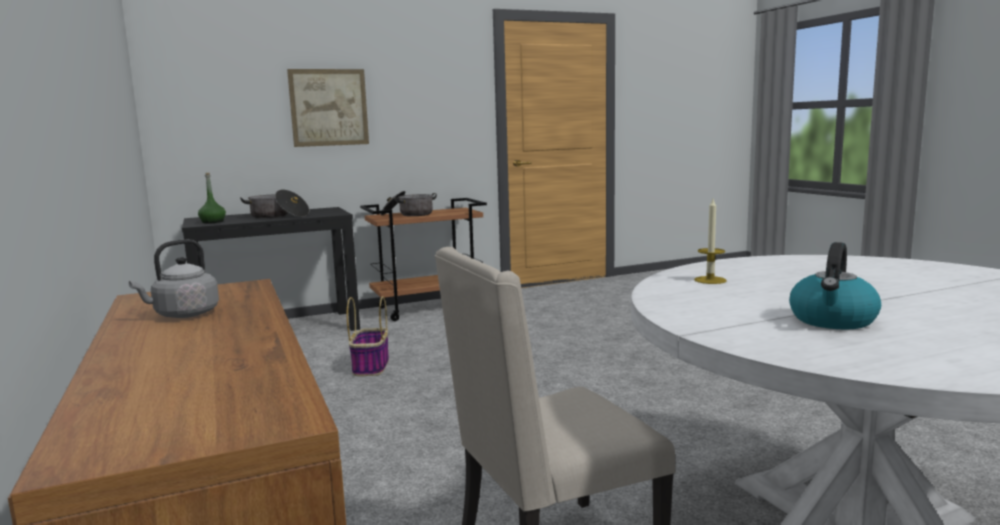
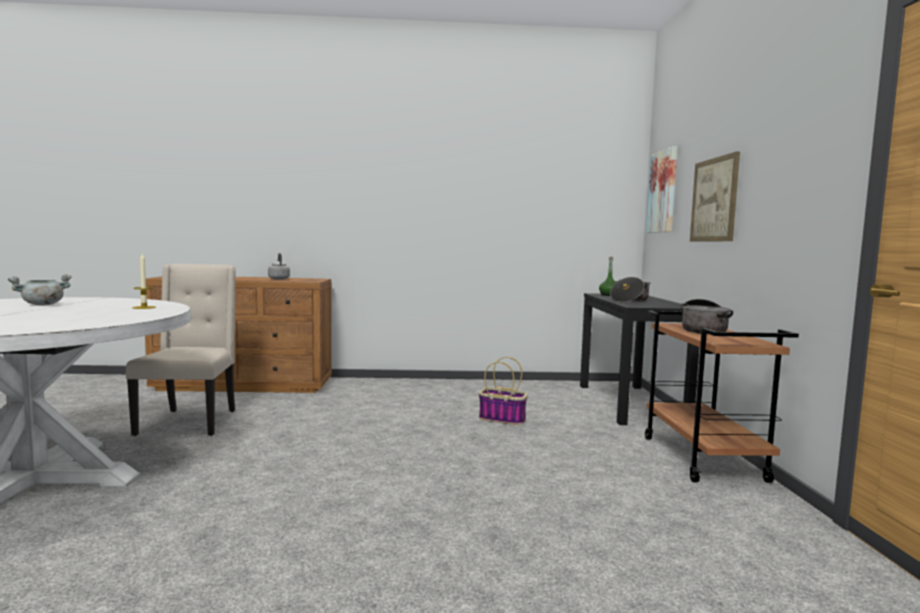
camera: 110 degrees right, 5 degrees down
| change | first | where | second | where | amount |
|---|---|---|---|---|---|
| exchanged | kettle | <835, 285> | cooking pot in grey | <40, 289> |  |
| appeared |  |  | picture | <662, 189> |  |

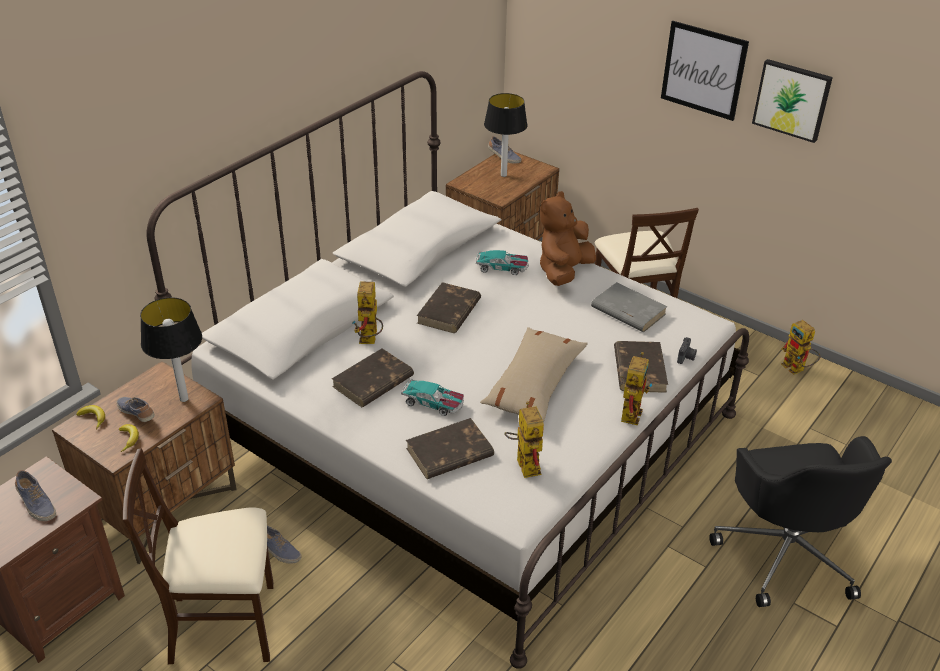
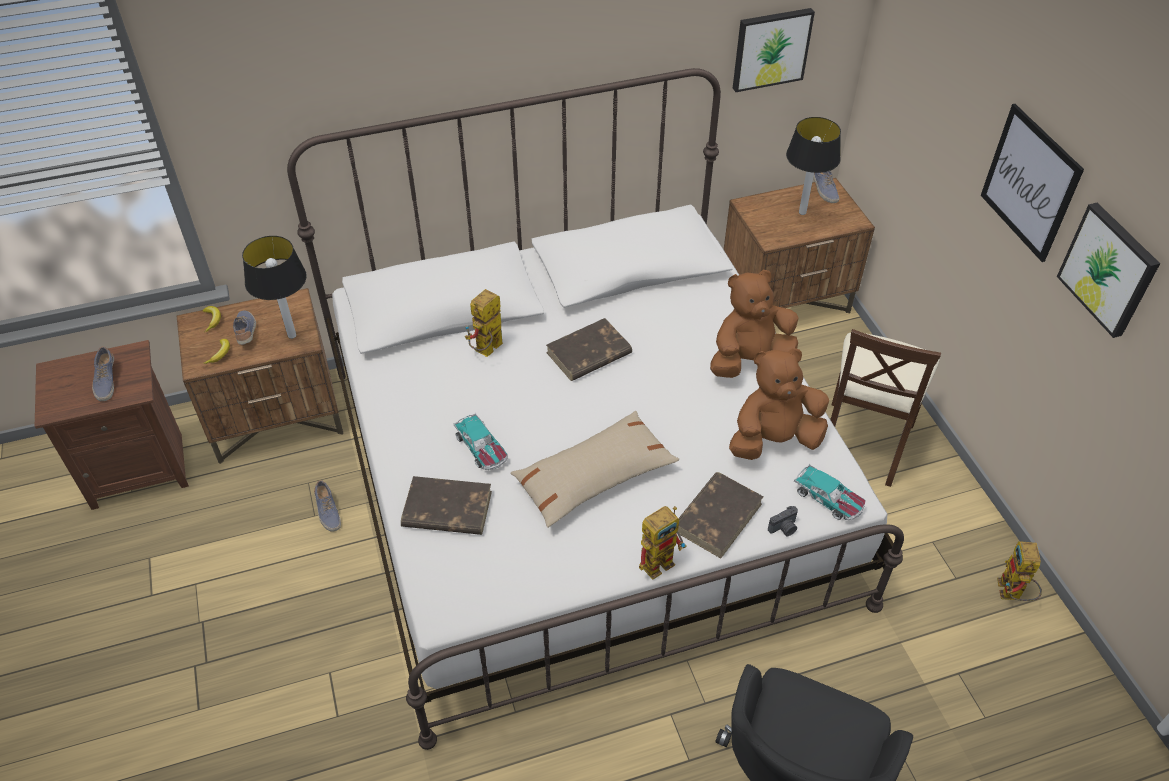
camera: 35 degrees right, 10 degrees up
| change | first | where | second | where | amount |
|---|---|---|---|---|---|
| missing | chair in beige | <198, 556> |  |  |  |
| missing | book in brown | <373, 377> |  |  |  |
| relocated | toy car | <502, 262> |  | <830, 492> |  |
| missing | toy robot | <524, 439> |  |  |  |
| exchanged | book in grey | <629, 307> | plush toy in brown | <779, 404> |  |
| appeared |  |  | picture | <774, 50> |  |

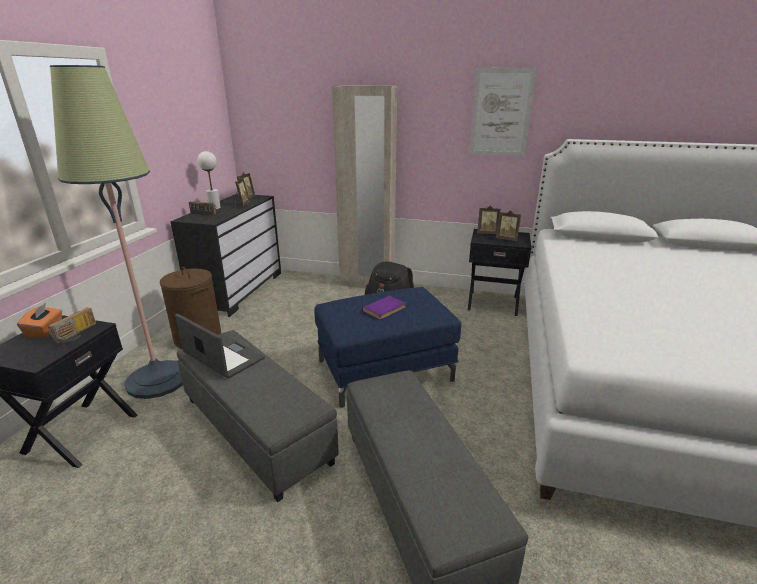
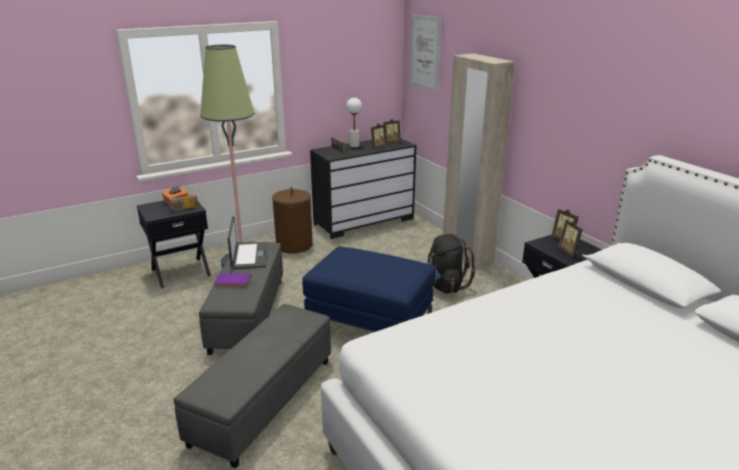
camera: 45 degrees right, 0 degrees up
| change | first | where | second | where | amount |
|---|---|---|---|---|---|
| relocated | book in purple | <384, 307> |  | <233, 280> |  |
| relocated | picture | <503, 112> |  | <425, 53> |  |

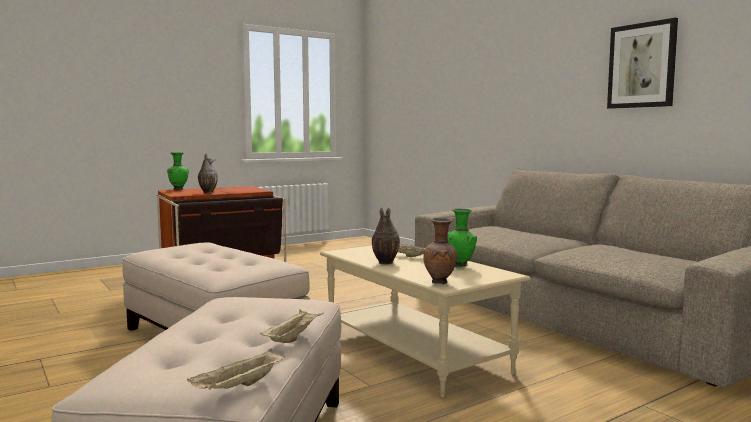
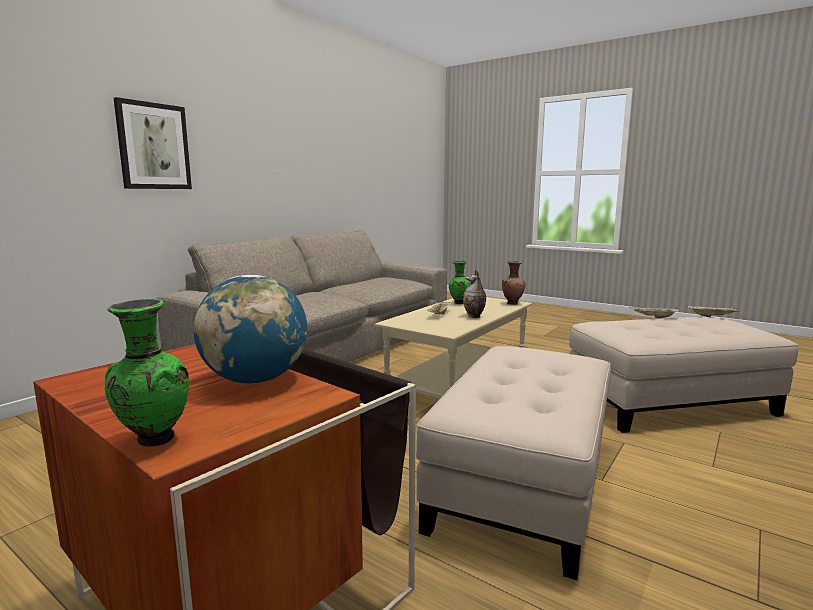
camera: 110 degrees left, 5 degrees up
| change | first | where | second | where | amount |
|---|---|---|---|---|---|
| exchanged | vase | <208, 173> | globe | <250, 329> |  |
| relocated | picture | <642, 63> |  | <153, 143> |  |

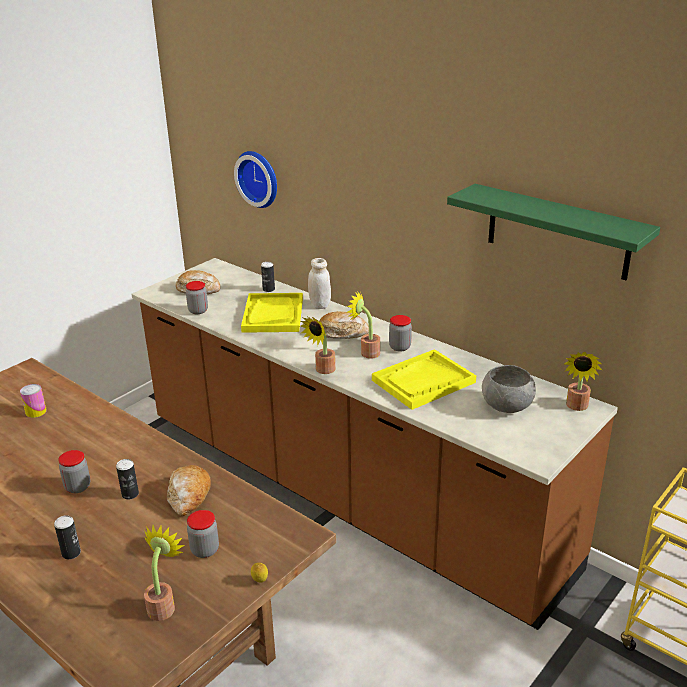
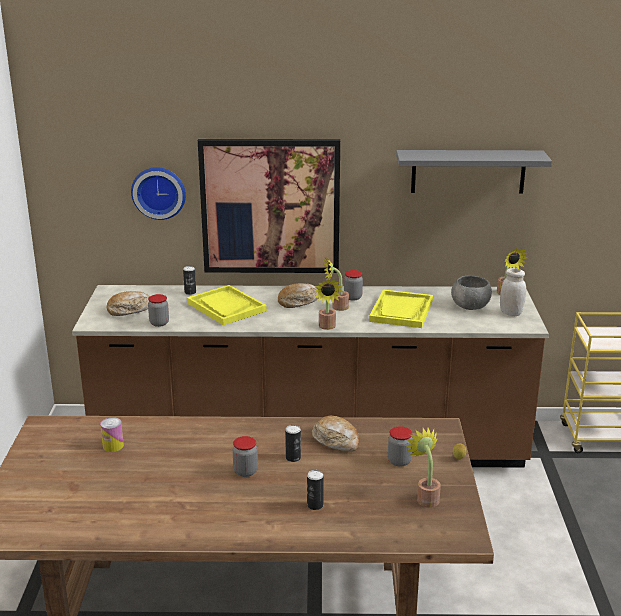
camera: 40 degrees left, 5 degrees down
| change | first | where | second | where | amount |
|---|---|---|---|---|---|
| relocated | jar in white | <319, 283> |  | <513, 292> |  |
| colour | shelf in green | <553, 232> | shelf in grey | <474, 172> |  |
| appeared |  |  | picture | <269, 206> |  |

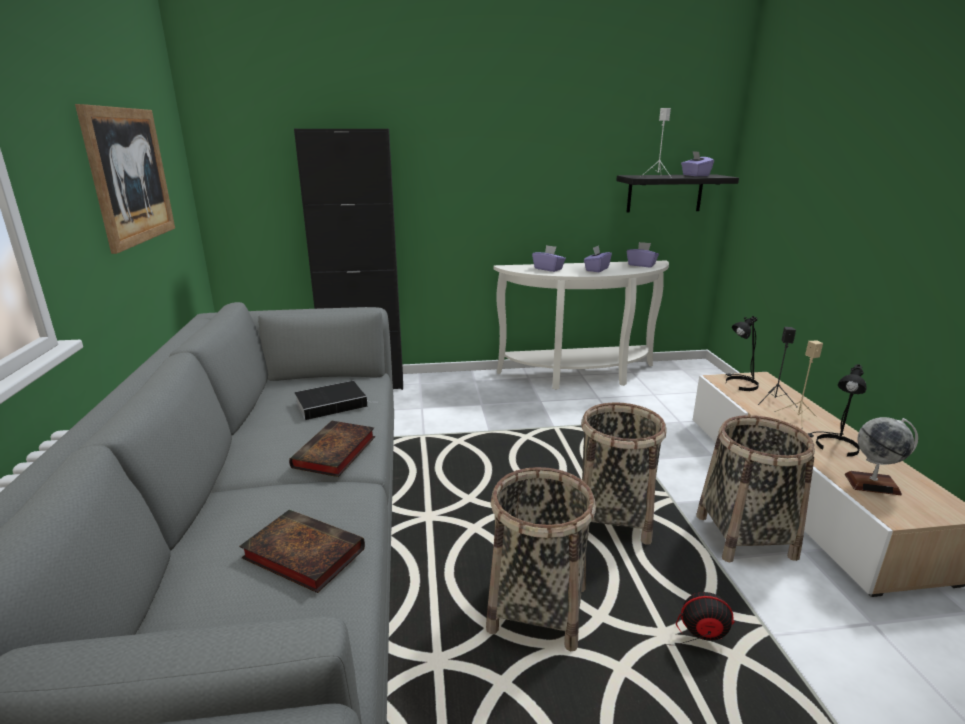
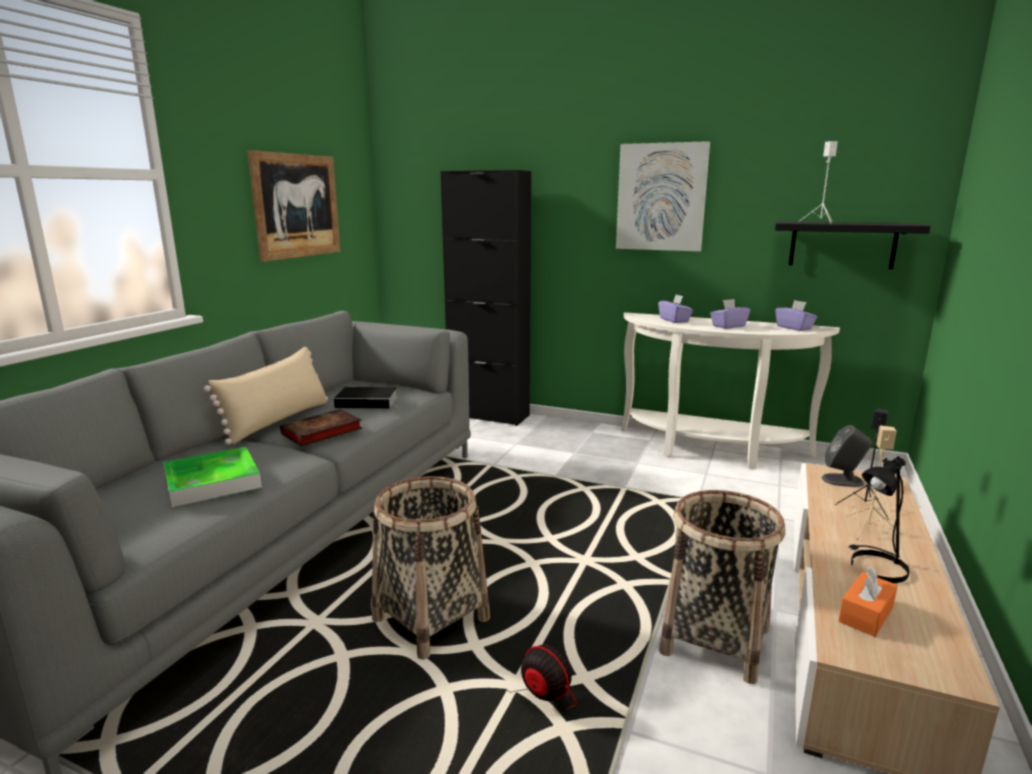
camera: 30 degrees right, 5 degrees down
| change | first | where | second | where | amount |
|---|---|---|---|---|---|
| exchanged | book | <302, 551> | tray | <212, 477> |  |
| missing | basket | <624, 473> |  |  |  |
| missing | tissue box in purple | <697, 163> |  |  |  |
| exchanged | table lamp in black | <742, 353> | speaker in grey | <847, 456> |  |
| exchanged | globe | <881, 456> | tissue box in orange | <868, 601> |  |
| appeared |  |  | pillow in beige | <266, 396> |  |
| appeared |  |  | picture | <663, 196> |  |

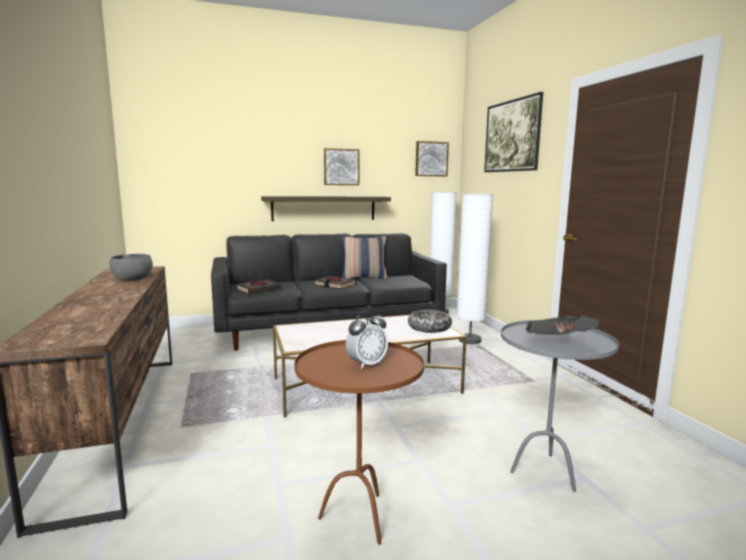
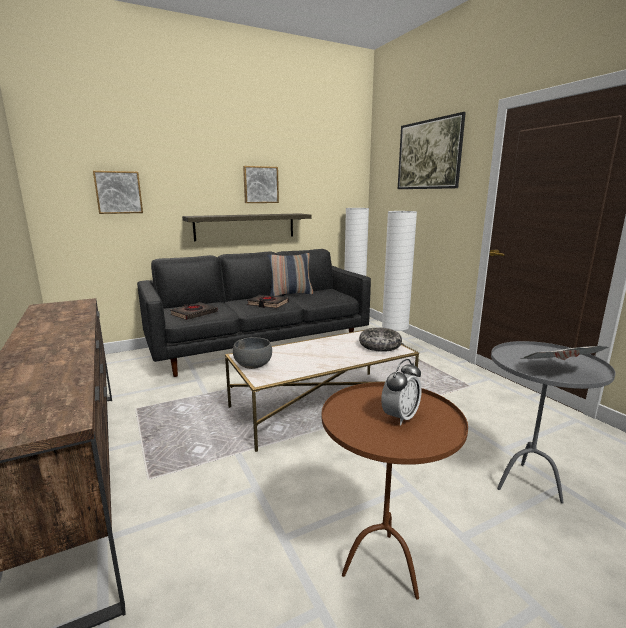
camera: 10 degrees left, 5 degrees up
| change | first | where | second | where | amount |
|---|---|---|---|---|---|
| relocated | bowl in grey | <131, 267> |  | <252, 353> |  |
| relocated | picture | <432, 158> |  | <118, 192> |  |

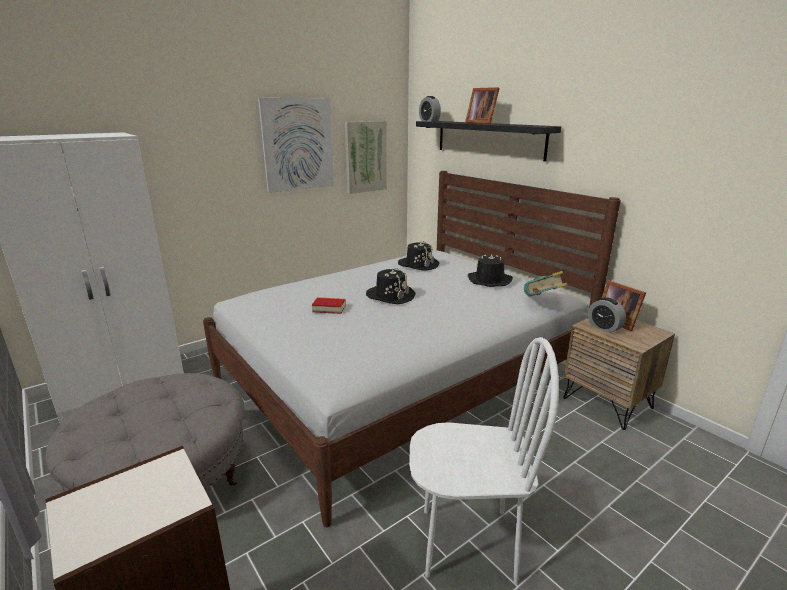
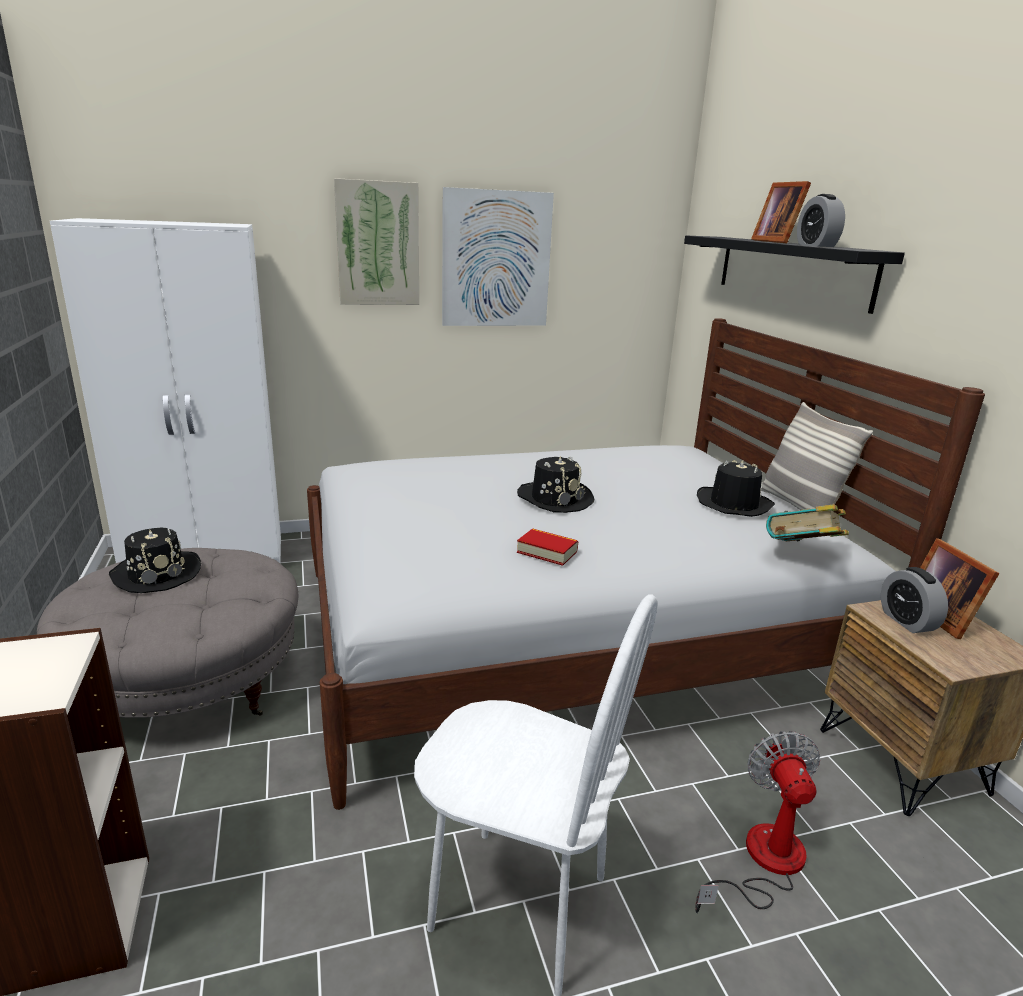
camera: 20 degrees right, 0 degrees up
| change | first | where | second | where | amount |
|---|---|---|---|---|---|
| relocated | book | <329, 305> |  | <547, 547> |  |
| relocated | picture | <366, 157> |  | <376, 241> |  |
| relocated | hat in black | <419, 256> |  | <155, 560> |  |
| relocated | alarm clock | <430, 109> |  | <821, 220> |  |
| appeared |  |  | fan | <757, 822> |  |
| appeared |  |  | pillow | <817, 456> |  |

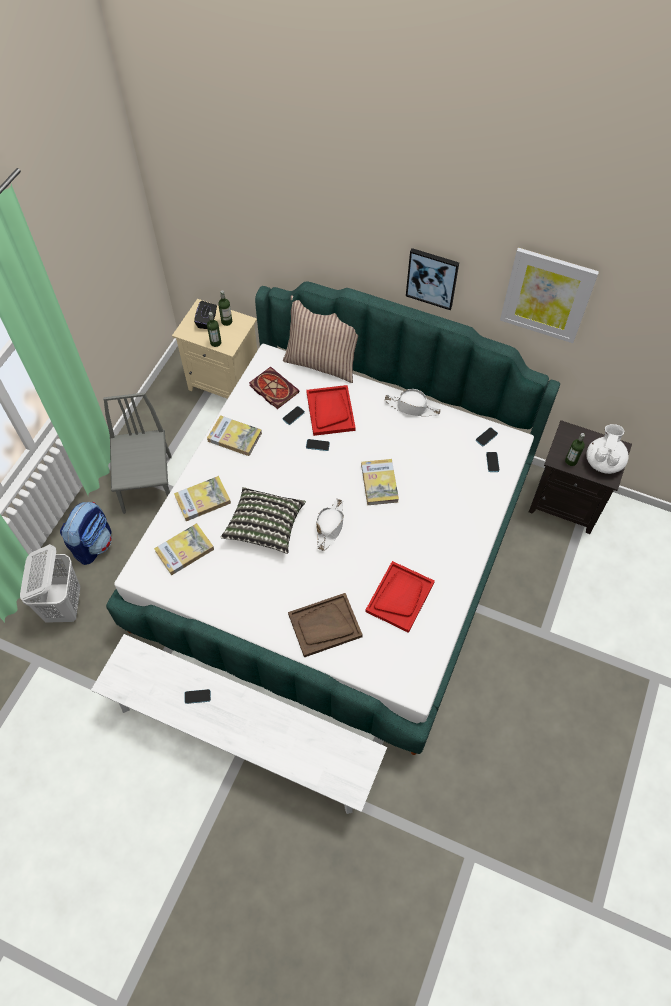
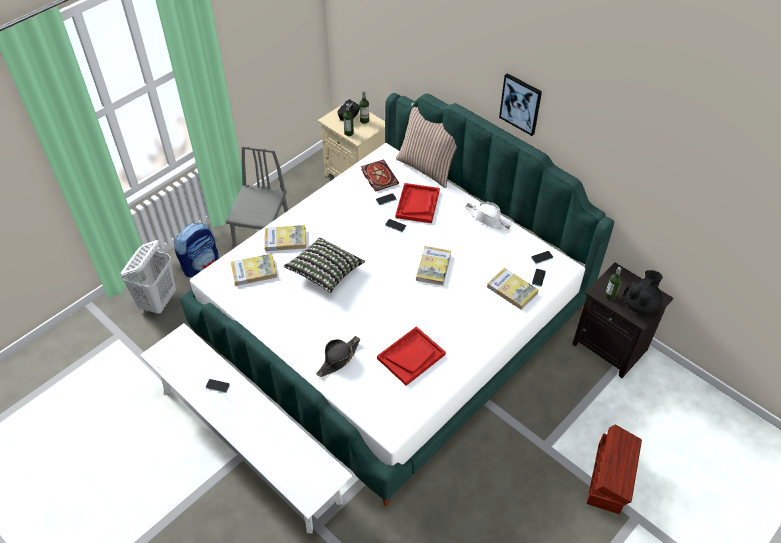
camera: 20 degrees right, 10 degrees down
| change | first | where | second | where | amount |
|---|---|---|---|---|---|
| relocated | book | <234, 435> |  | <513, 289> |  |
| exchanged | tray in brown | <325, 625> | hat in black | <338, 356> |  |
| missing | hat in white | <330, 525> |  |  |  |
| missing | picture | <549, 295> |  |  |  |
| colour | teapot in white | <607, 449> | teapot in black | <643, 292> |  |
| appeared |  |  | storage box in brown | <614, 469> |  |

